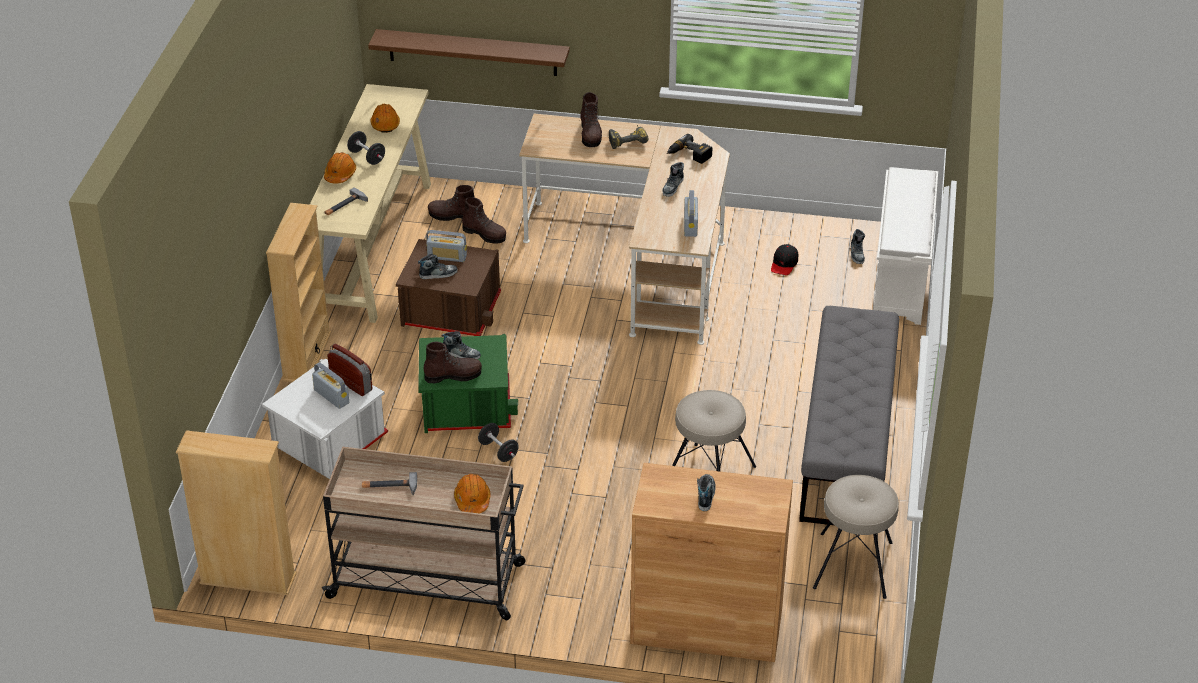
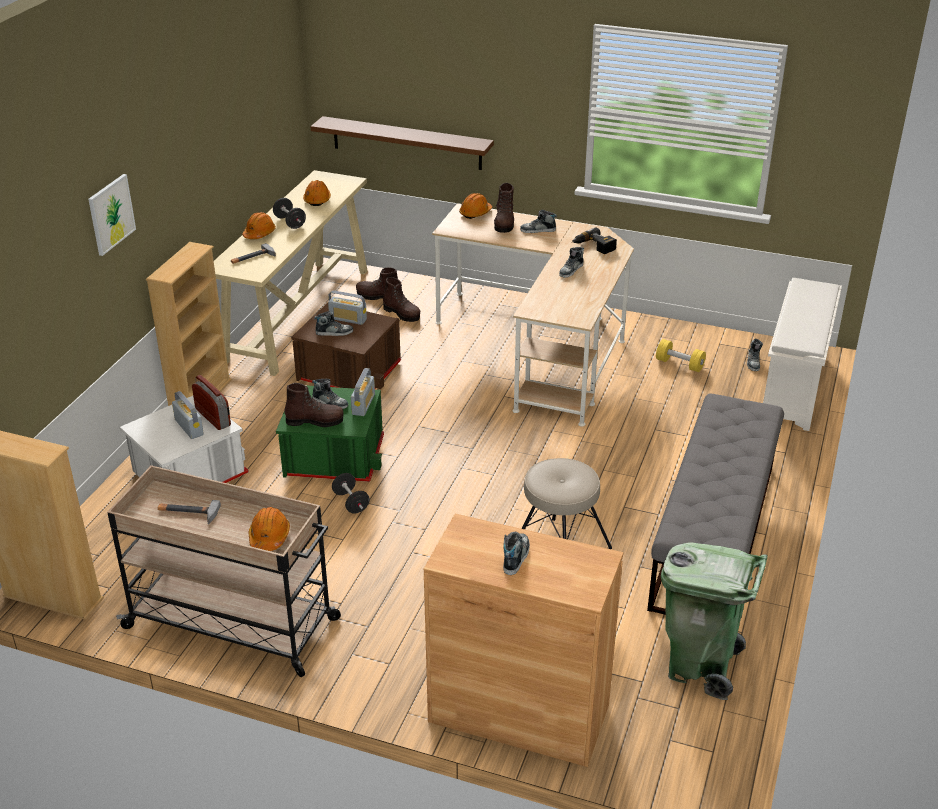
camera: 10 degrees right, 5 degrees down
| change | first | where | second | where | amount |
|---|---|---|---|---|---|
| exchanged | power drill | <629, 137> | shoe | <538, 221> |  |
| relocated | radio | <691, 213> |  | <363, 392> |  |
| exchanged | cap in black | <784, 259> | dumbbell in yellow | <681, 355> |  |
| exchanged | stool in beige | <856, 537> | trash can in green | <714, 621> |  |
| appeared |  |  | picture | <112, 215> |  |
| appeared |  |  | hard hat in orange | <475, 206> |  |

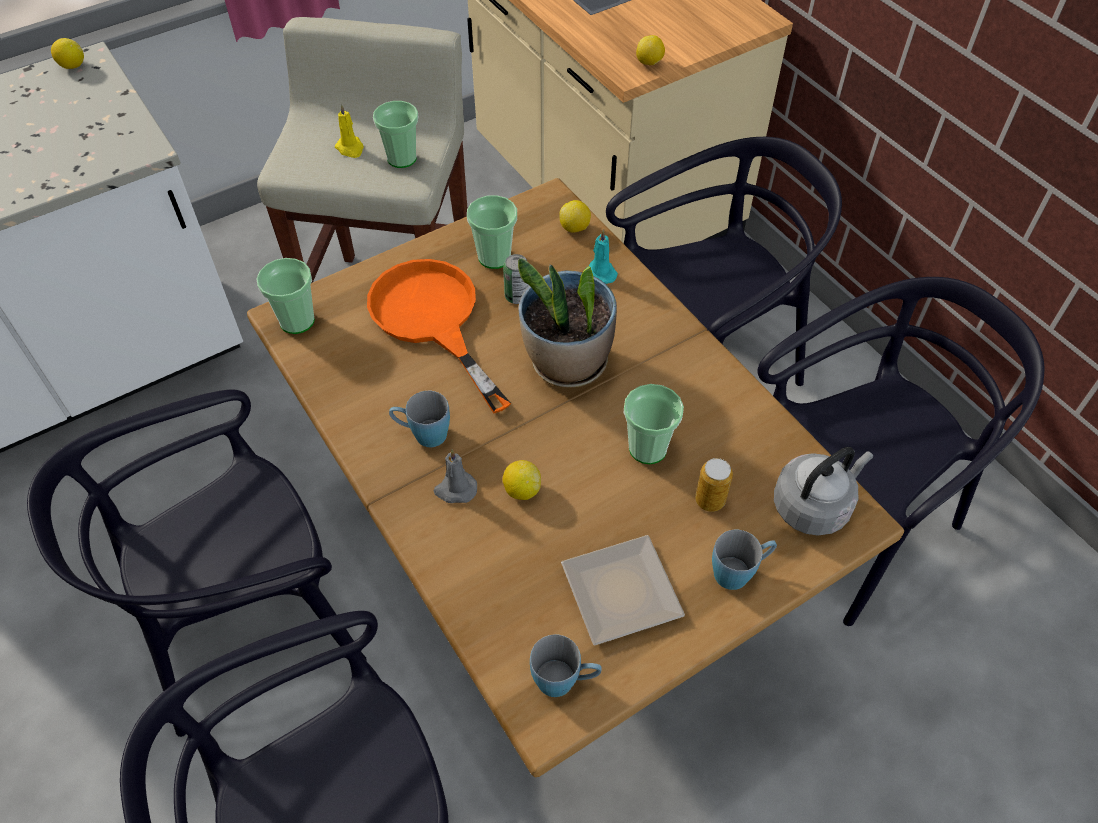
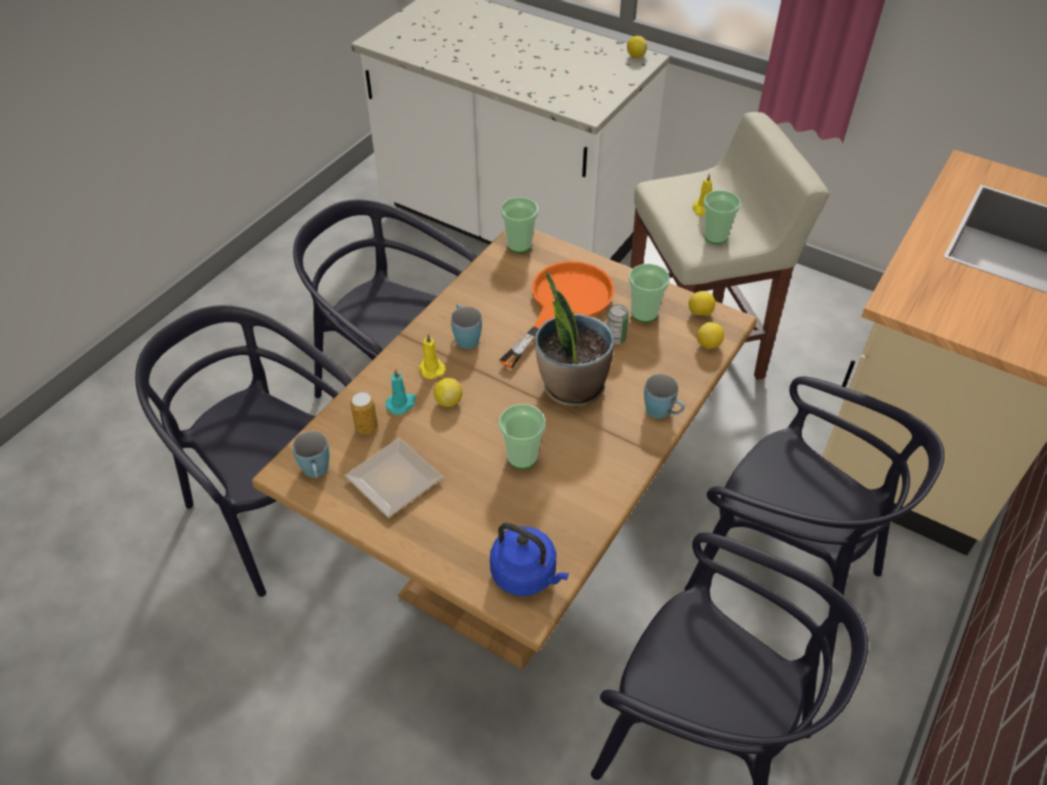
camera: 65 degrees right, 5 degrees down
| change | first | where | second | where | amount |
|---|---|---|---|---|---|
| colour | candle in grey | <455, 476> | candle in yellow | <432, 356> |  |
| relocated | candle in turquoise | <601, 257> |  | <401, 392> |  |
| relocated | lemon | <650, 50> |  | <702, 303> |  |
| relocated | can | <714, 485> |  | <364, 413> |  |
| relocated | mug in blue | <744, 560> |  | <664, 396> |  |
| colour | kettle in grey | <823, 491> | kettle in blue | <529, 559> |  |

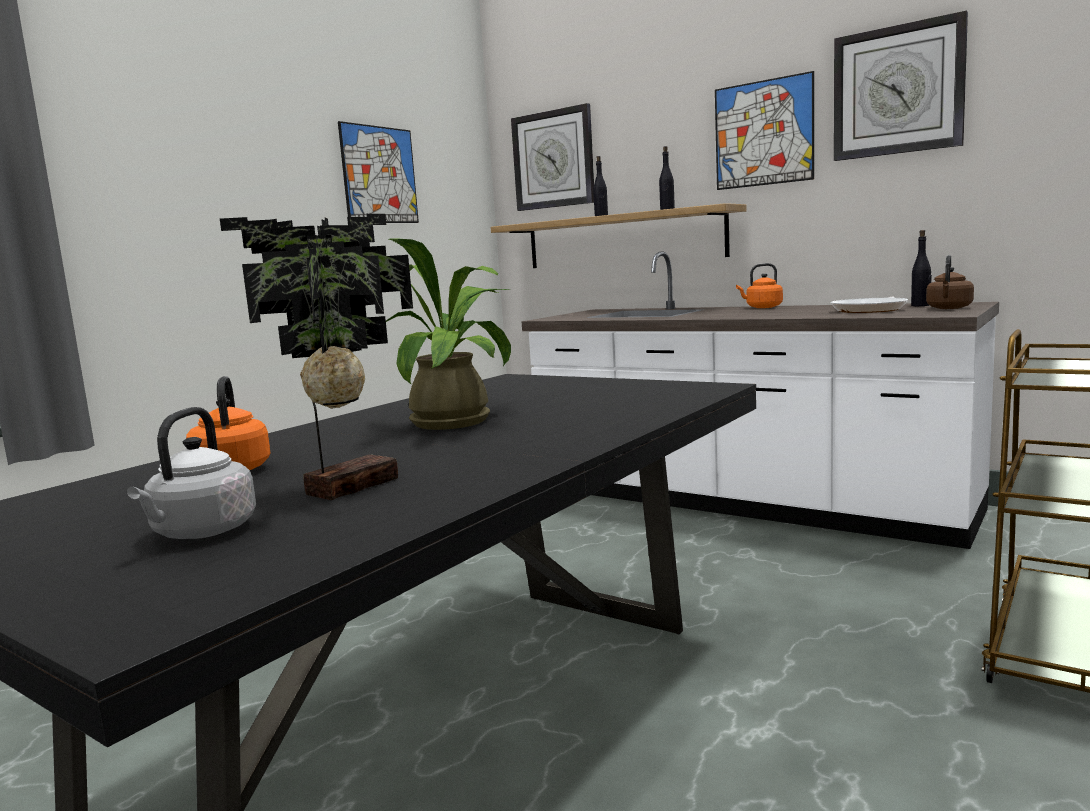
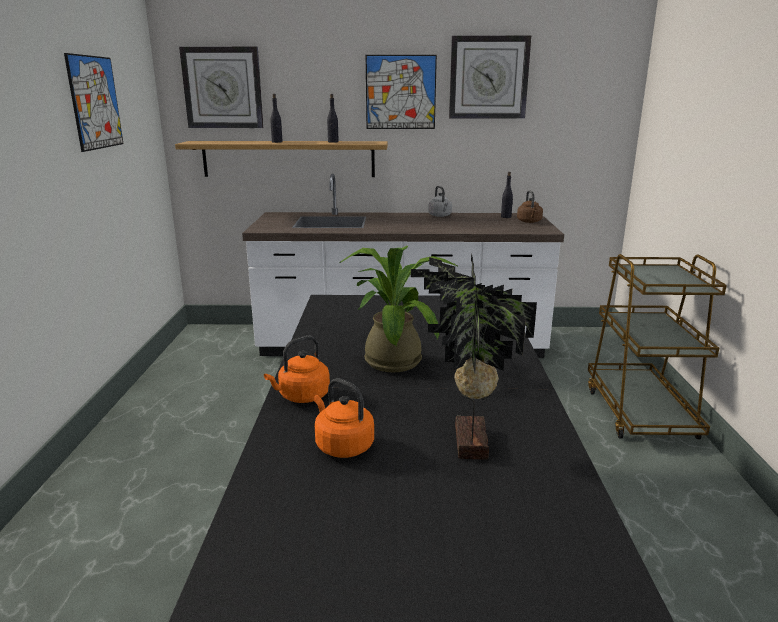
camera: 35 degrees left, 10 degrees up
| change | first | where | second | where | amount |
|---|---|---|---|---|---|
| relocated | kettle in grey | <191, 473> |  | <440, 201> |  |
| relocated | kettle in orange | <759, 285> |  | <297, 369> |  |
| missing | frying pan | <869, 304> |  |  |  |

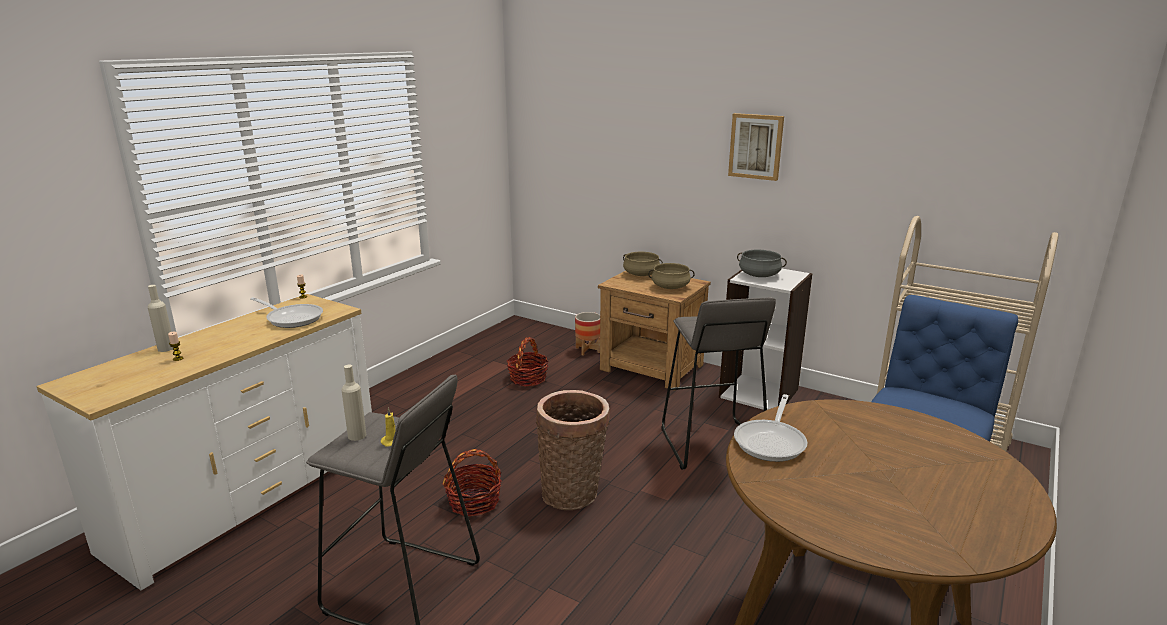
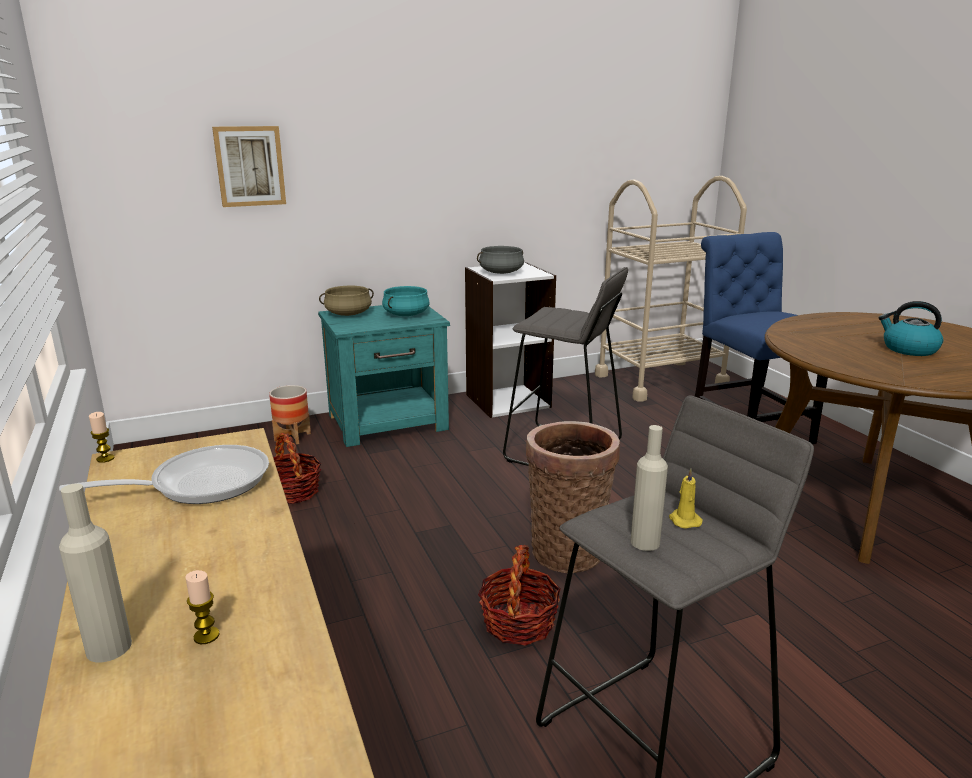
camera: 55 degrees left, 0 degrees up
| change | first | where | second | where | amount |
|---|---|---|---|---|---|
| colour | nightstand in brown | <654, 330> | nightstand in turquoise | <384, 376> |  |
| colour | cooking pot in beige | <671, 276> | cooking pot in turquoise | <406, 301> |  |
| relocated | picture | <756, 147> |  | <249, 166> |  |
| missing | frying pan | <770, 428> |  |  |  |
| appeared |  |  | kettle | <911, 328> |  |

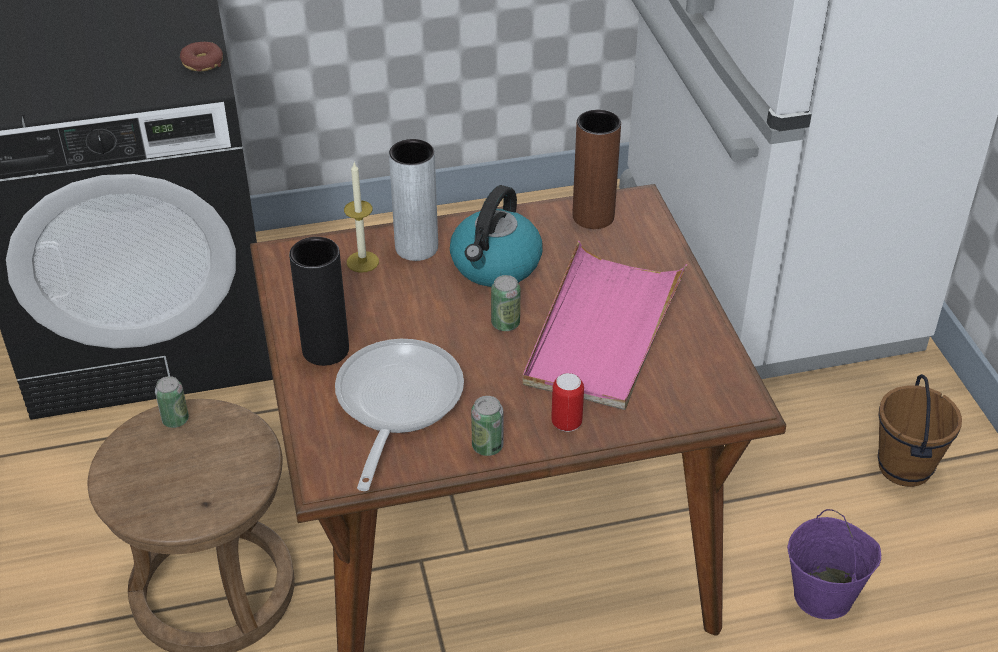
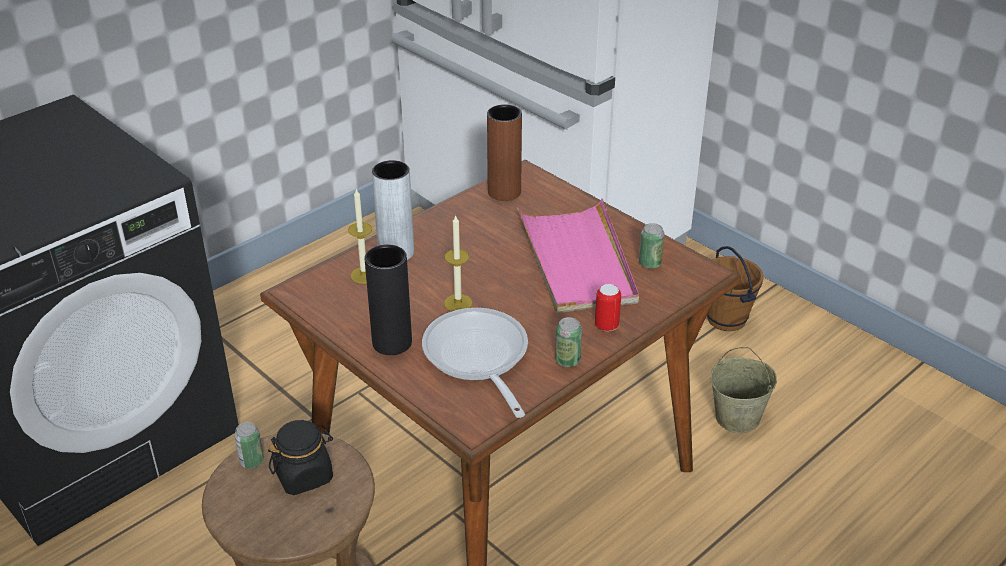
camera: 30 degrees left, 5 degrees down
| change | first | where | second | where | amount |
|---|---|---|---|---|---|
| missing | donut | <201, 56> |  |  |  |
| missing | kettle | <496, 236> |  |  |  |
| relocated | can | <506, 303> |  | <651, 246> |  |
| colour | bucket in purple | <834, 564> | bucket in beige | <744, 390> |  |
| appeared |  |  | jar in black | <300, 457> |  |
| appeared |  |  | candle | <458, 263> |  |

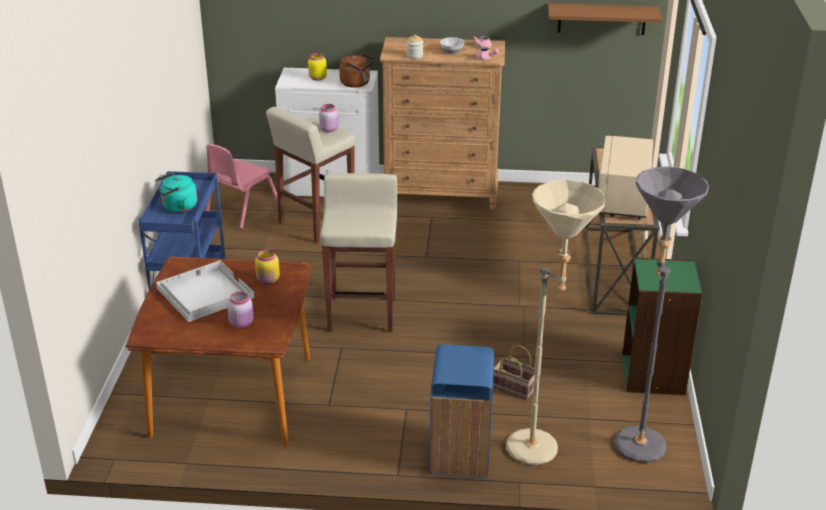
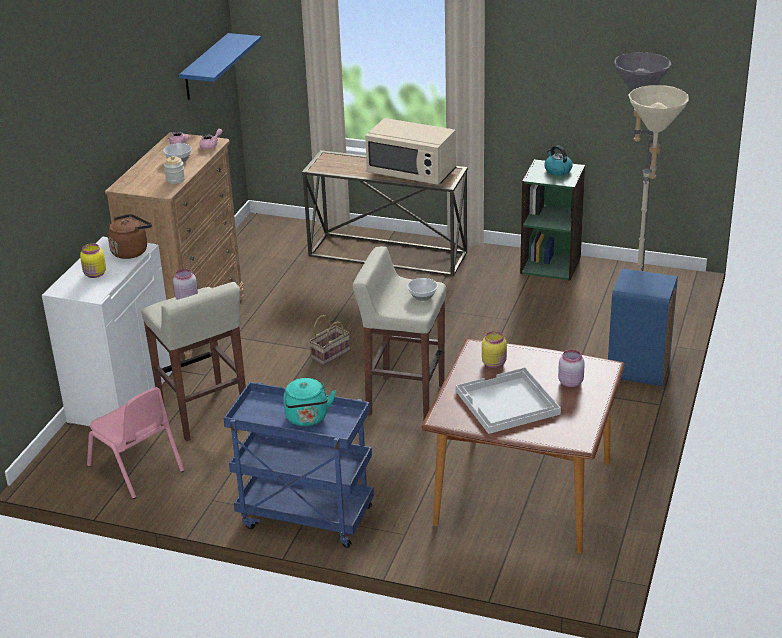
camera: 75 degrees left, 0 degrees up
| change | first | where | second | where | amount |
|---|---|---|---|---|---|
| relocated | basket | <514, 372> |  | <329, 340> |  |
| colour | shelf in brown | <605, 19> | shelf in blue | <220, 66> |  |
| appeared |  |  | bowl | <422, 289> |  |
| appeared |  |  | kettle | <559, 160> |  |

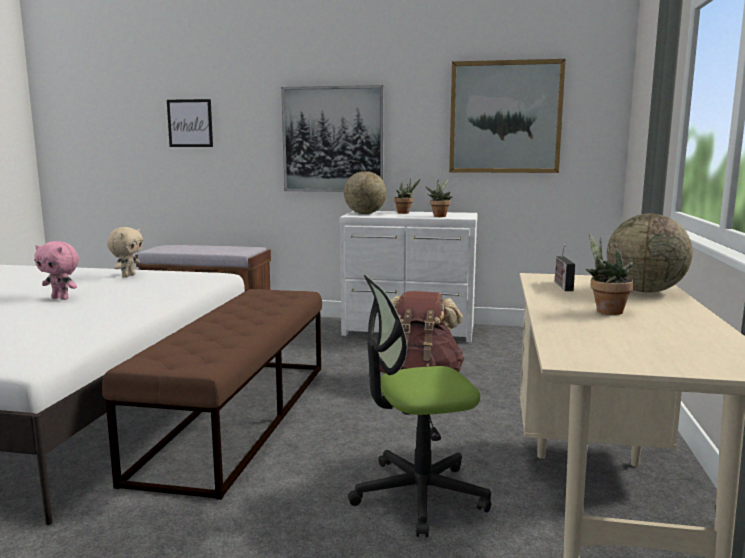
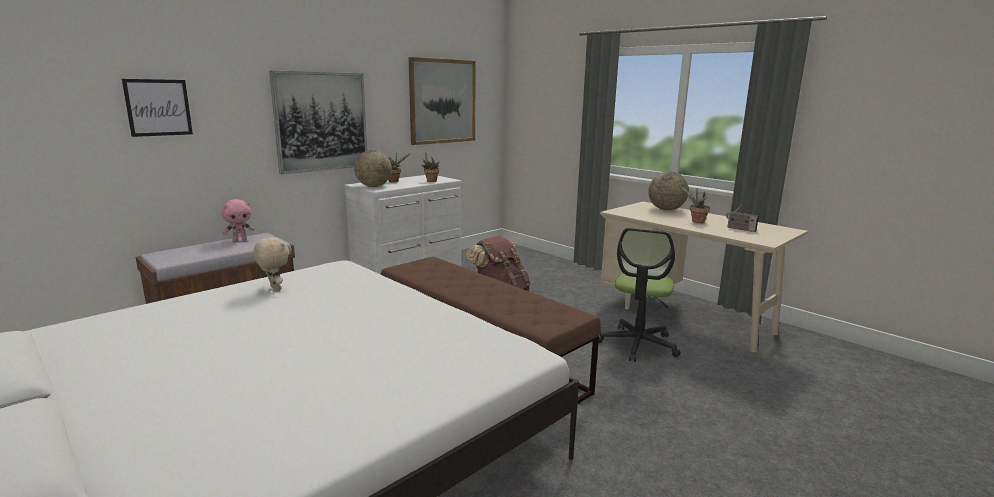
camera: 55 degrees left, 5 degrees up
| change | first | where | second | where | amount |
|---|---|---|---|---|---|
| relocated | plush toy in pink | <56, 270> |  | <238, 220> |  |
| relocated | radio | <565, 267> |  | <742, 218> |  |

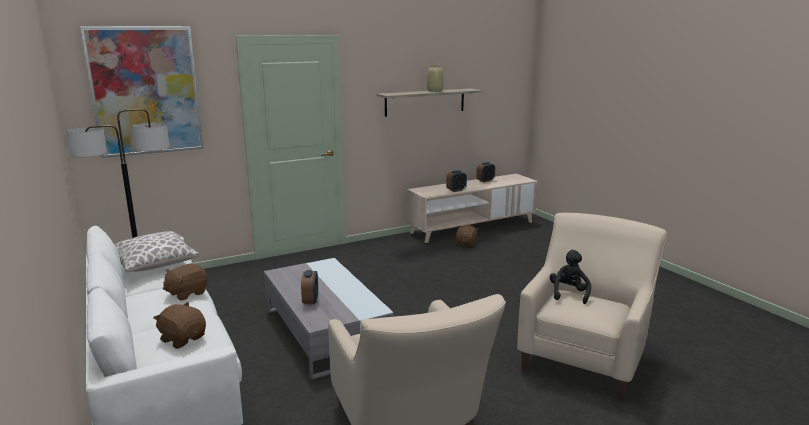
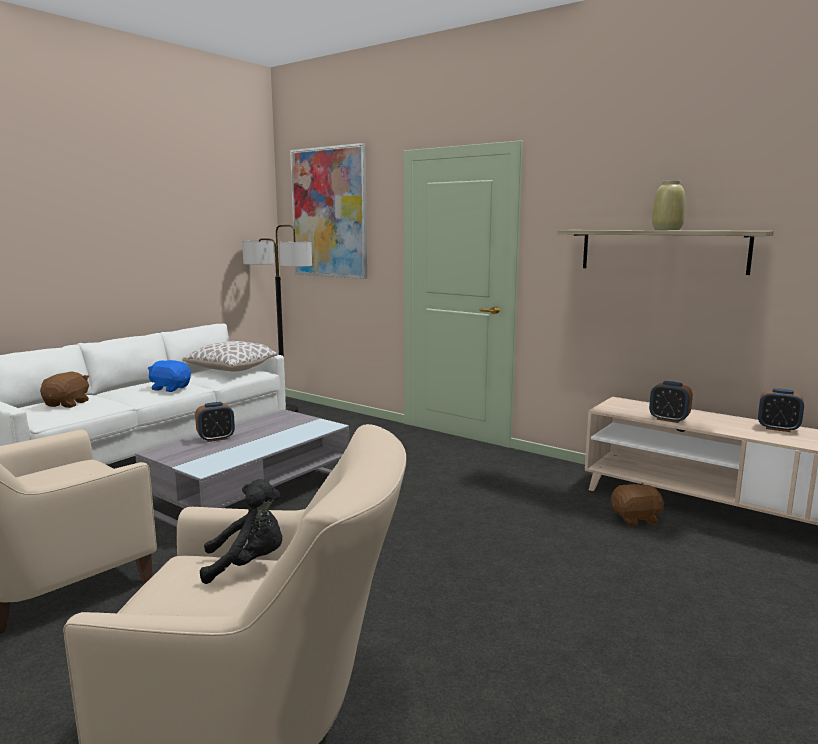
camera: 65 degrees right, 5 degrees down
| change | first | where | second | where | amount |
|---|---|---|---|---|---|
| colour | plush toy in brown | <185, 282> | plush toy in blue | <169, 376> |  |

